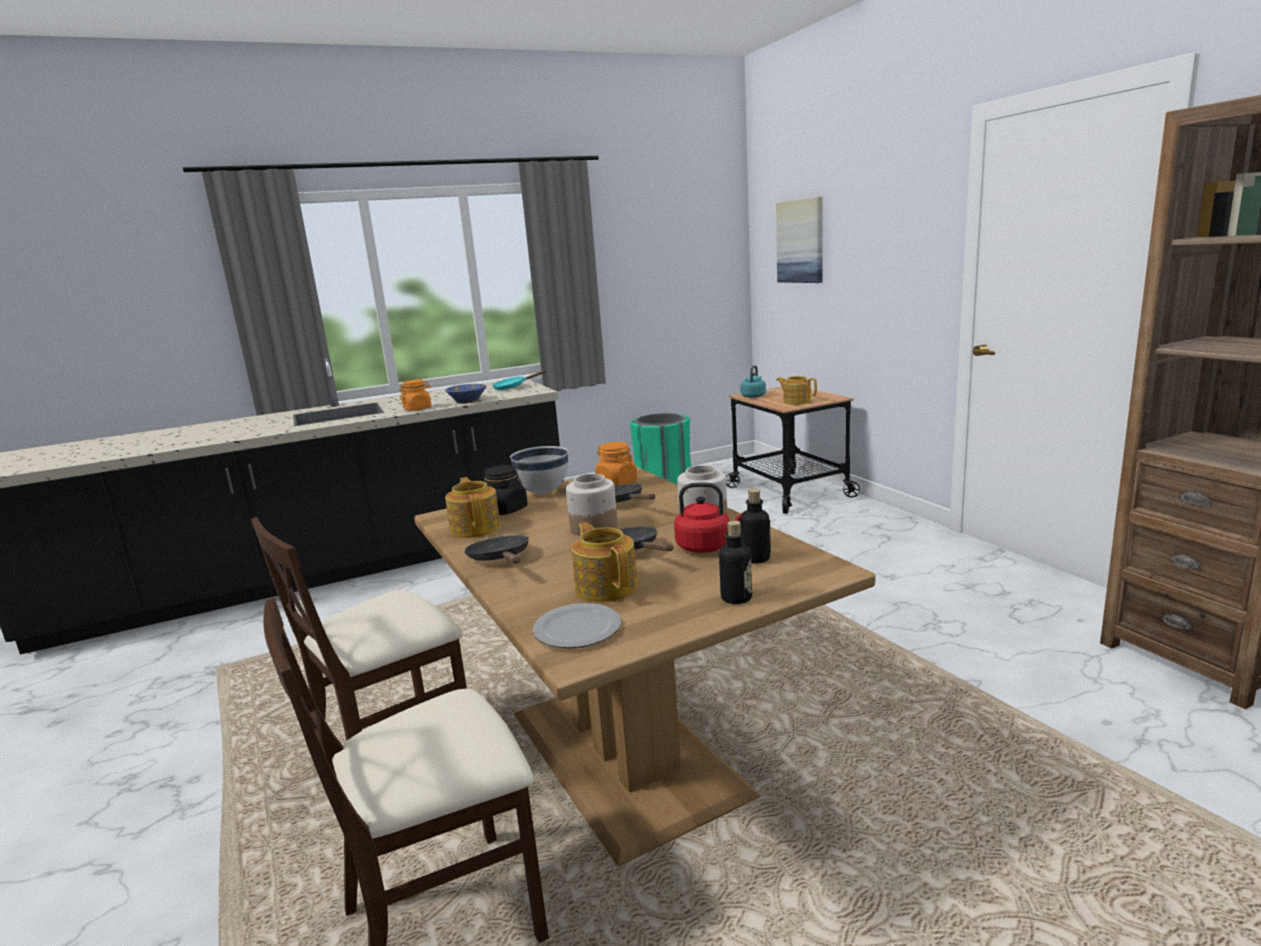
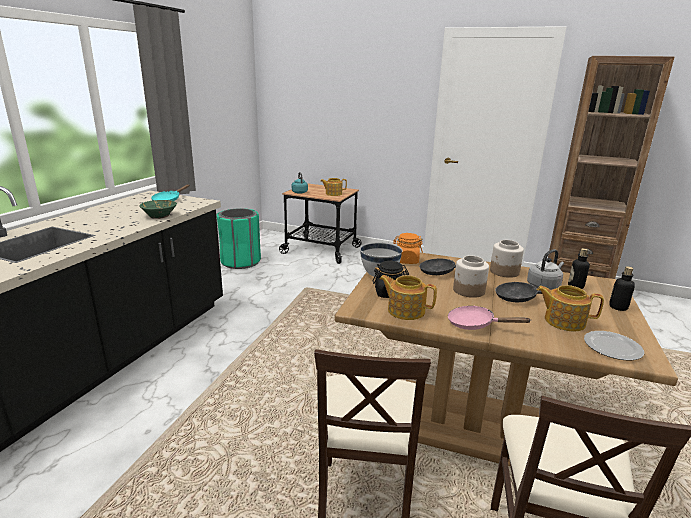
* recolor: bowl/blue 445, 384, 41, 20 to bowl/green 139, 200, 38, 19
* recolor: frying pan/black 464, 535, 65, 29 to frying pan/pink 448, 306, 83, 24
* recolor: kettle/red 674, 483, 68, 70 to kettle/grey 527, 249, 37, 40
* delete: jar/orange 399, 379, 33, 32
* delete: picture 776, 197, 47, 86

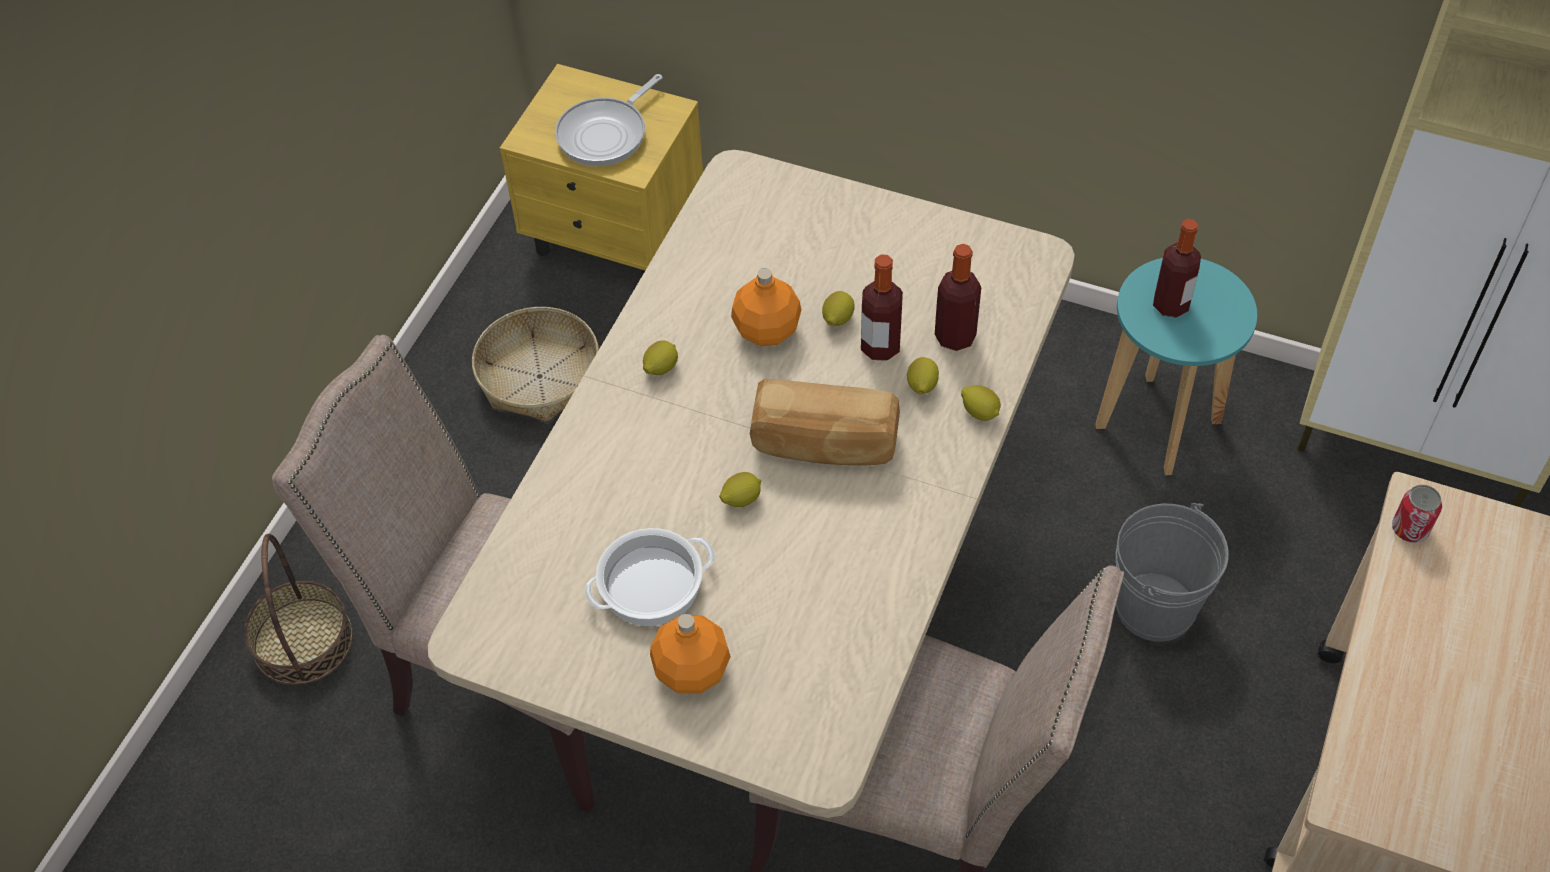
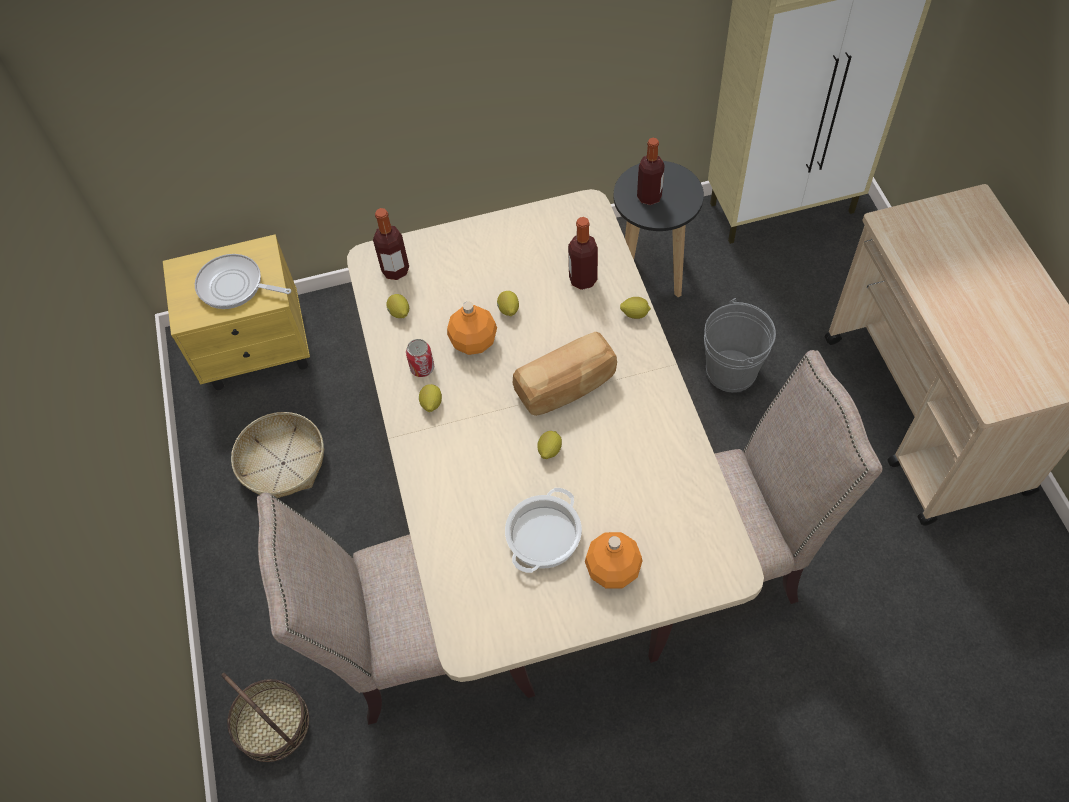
* rotate: frying pan 555, 74, 108, 92 = 195, 254, 96, 55 105 degrees clockwise
* move: bottle 861, 255, 42, 106 to 373, 208, 36, 72
* move: lemon 907, 357, 32, 38 to 387, 294, 22, 24
* move: can 1392, 485, 50, 58 to 406, 339, 28, 38
* recolor: stool/turquoise 1095, 258, 162, 217 to stool/black 614, 161, 90, 137

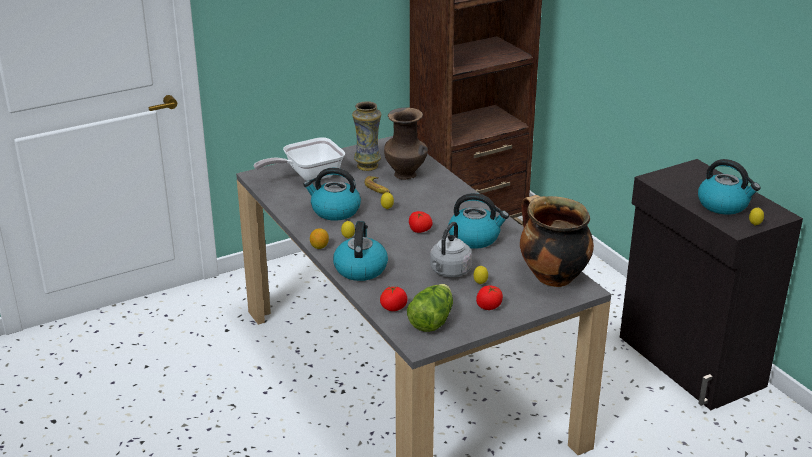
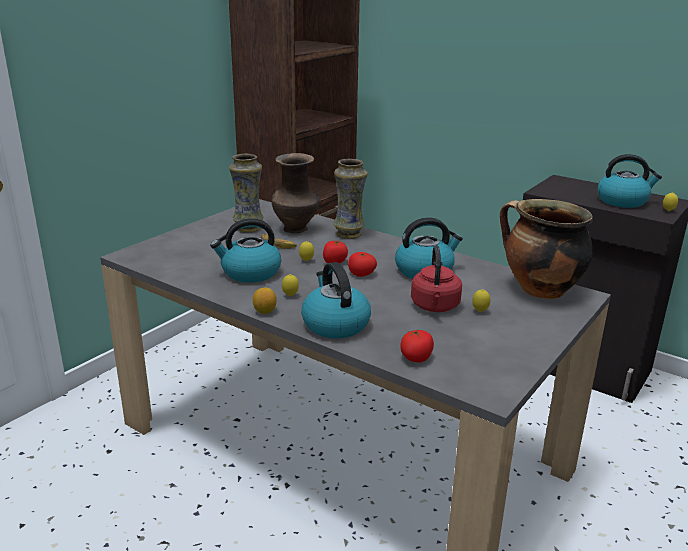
* move: tomato 476, 285, 27, 25 to 323, 241, 25, 23
* insert: vase 334, 159, 34, 80
* recolor: kettle/grey 430, 222, 42, 55 to kettle/red 411, 245, 51, 67
* delete: frying pan 254, 137, 91, 44
* delete: lettuce 407, 284, 46, 48

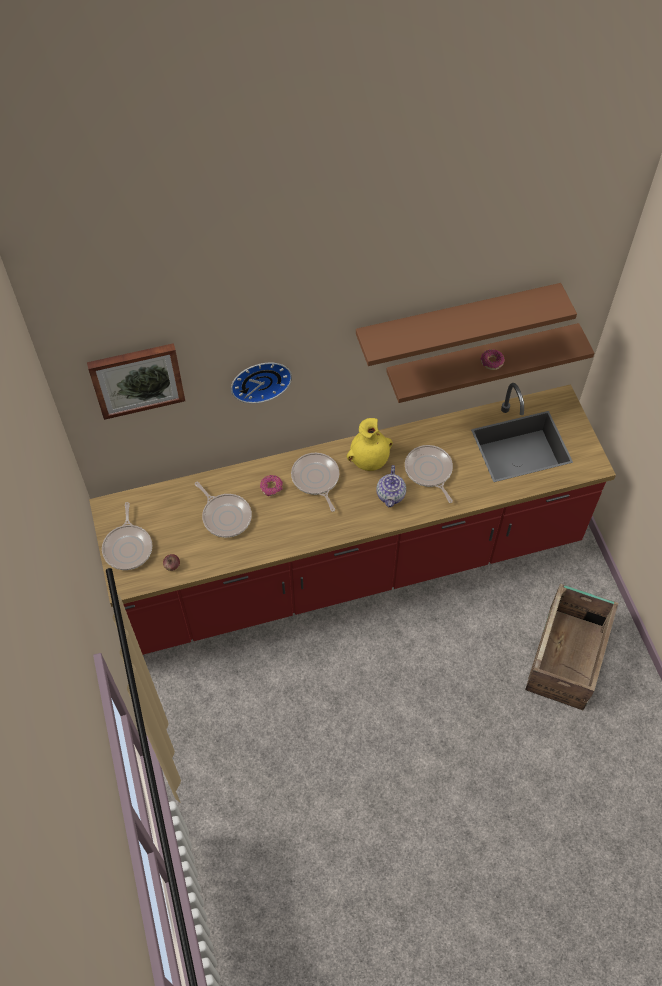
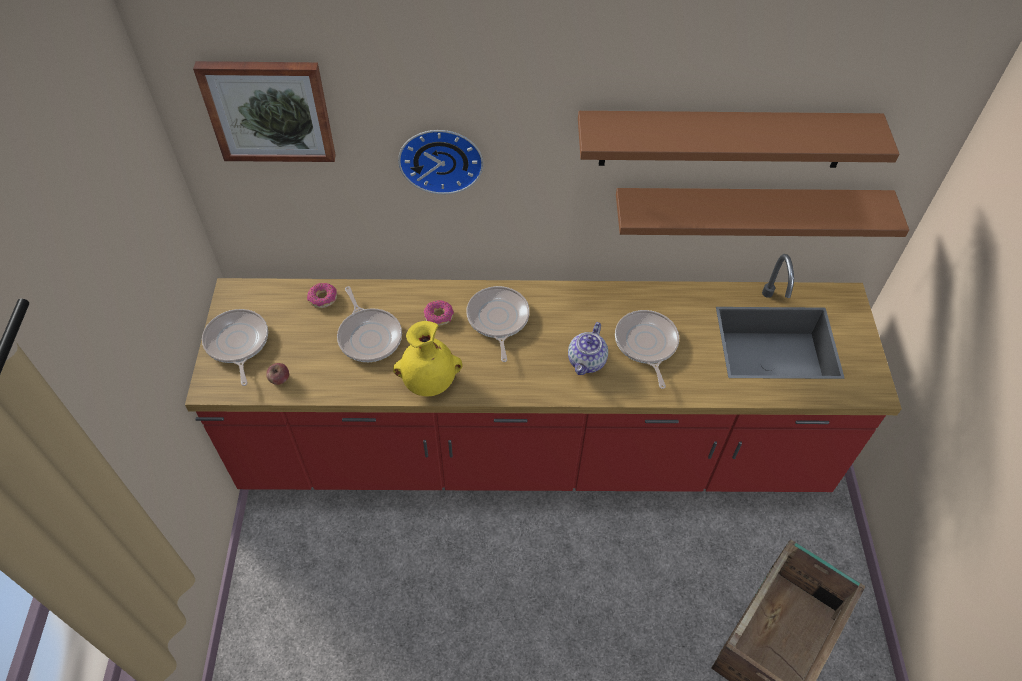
* rotate: frying pan 102, 502, 51, 68 = 202, 309, 66, 77 150 degrees clockwise
* move: donut 480, 349, 25, 21 to 307, 283, 30, 25
* move: vase/yellow 346, 418, 47, 53 to 393, 321, 70, 75

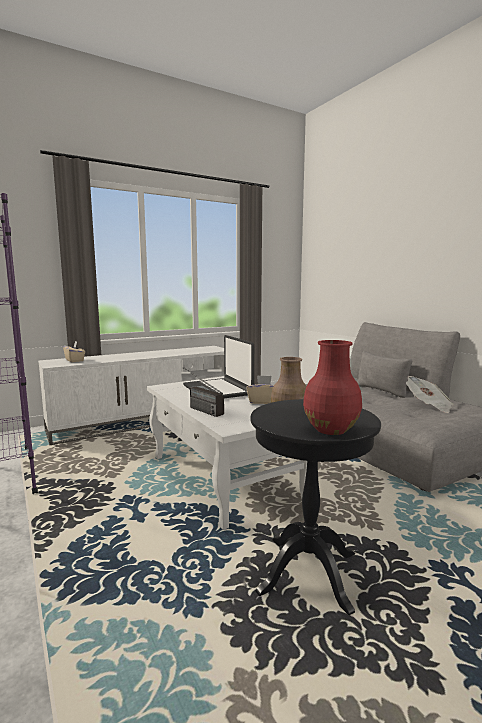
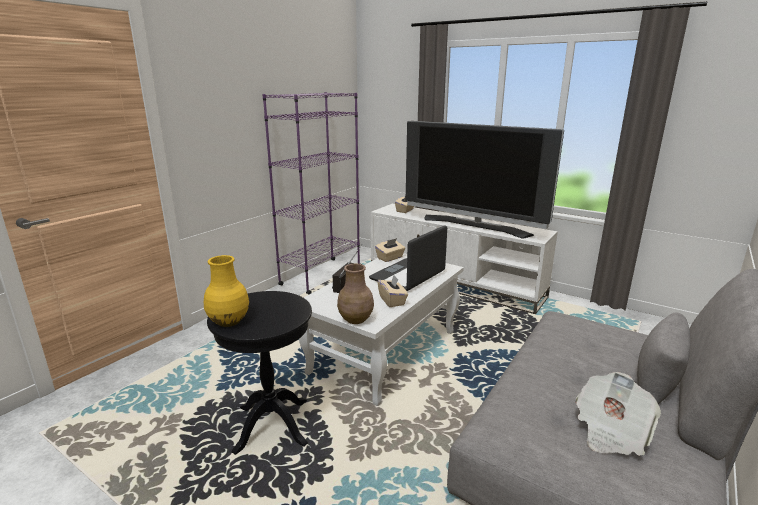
* recolor: vase/red 303, 340, 59, 95 to vase/yellow 204, 255, 45, 72
* insert: tissue box/beige 375, 238, 30, 24
* insert: television 406, 121, 158, 118

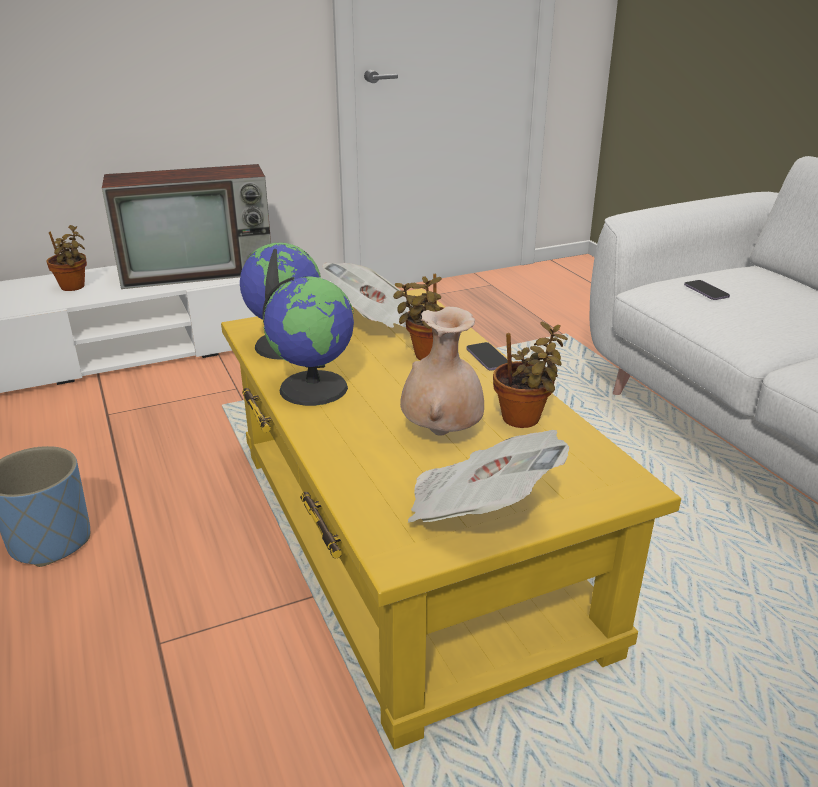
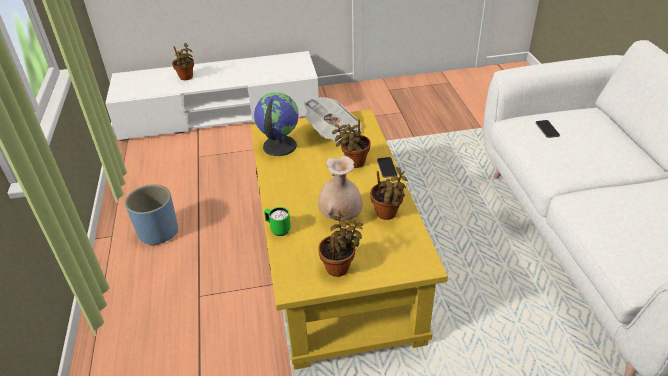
* insert: mug/green 264, 207, 27, 29
* replace: newspaper 408, 430, 161, 93 to potted plant 318, 210, 45, 67
* delete: television 102, 164, 169, 125
* delete: globe 262, 276, 92, 130

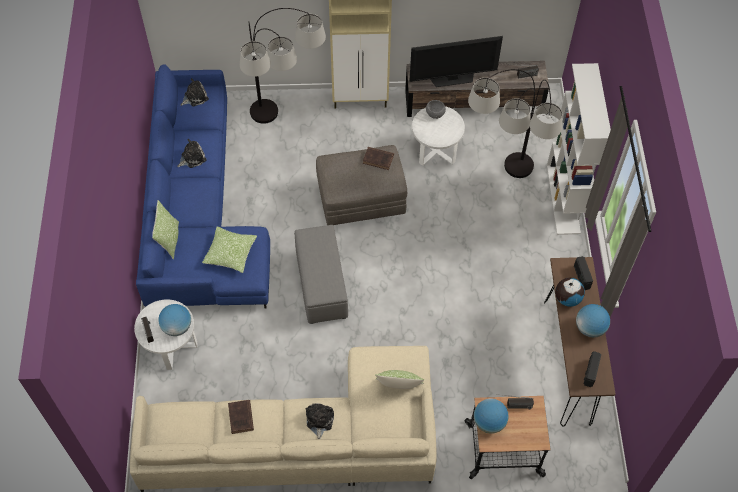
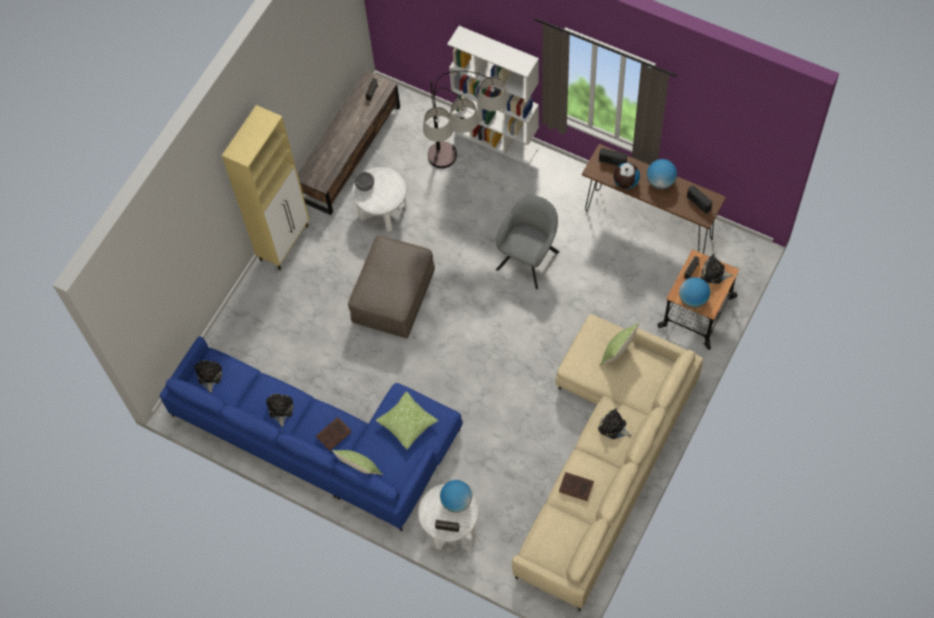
* move: book/brown 363, 147, 31, 23 to 316, 417, 35, 34
* insert: armchair/grey 496, 195, 63, 94
* insert: plush toy 701, 254, 32, 30
* delete: floor lamp 240, 8, 86, 116
* delete: ottoman/grey 294, 225, 54, 99
* delete: television 410, 36, 93, 51

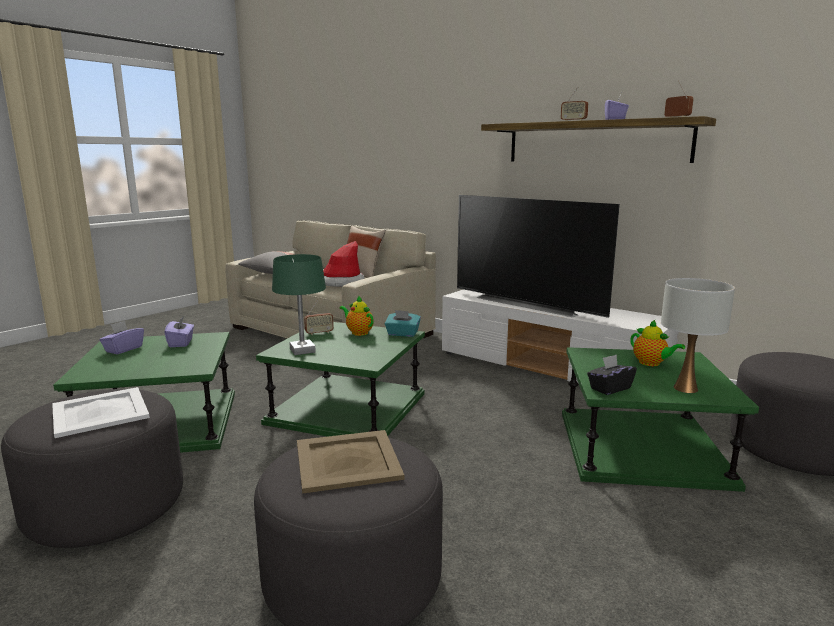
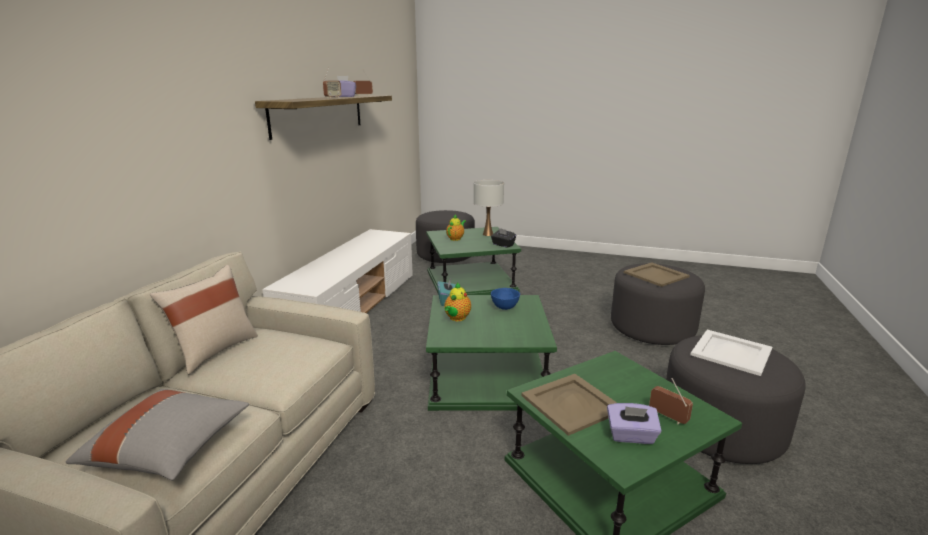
* insert: bowl/blue 491, 288, 29, 22
* replace: tissue box/purple 164, 315, 30, 32 to tray/beige 521, 374, 96, 62
* move: radio 304, 300, 30, 35 to 649, 378, 44, 46
* delete: table lamp/green 272, 254, 54, 101
* delete: hat 323, 241, 41, 46
* delete: television 457, 195, 163, 123

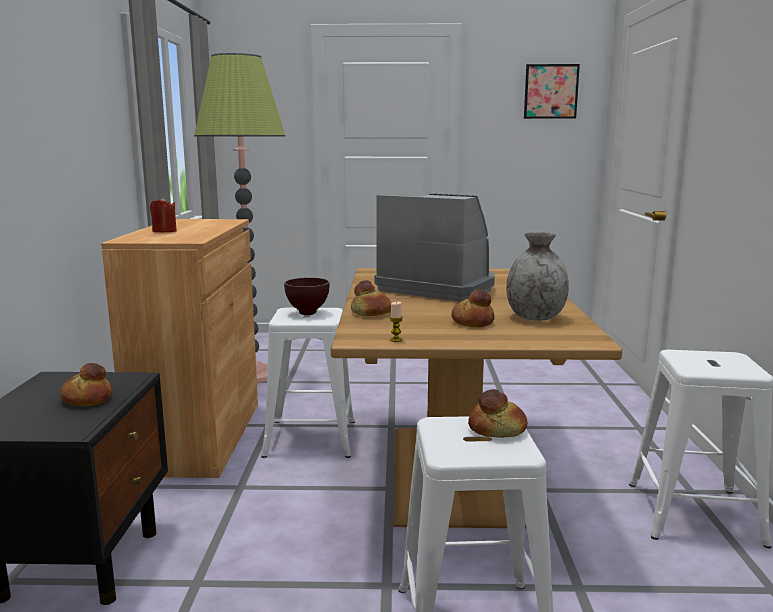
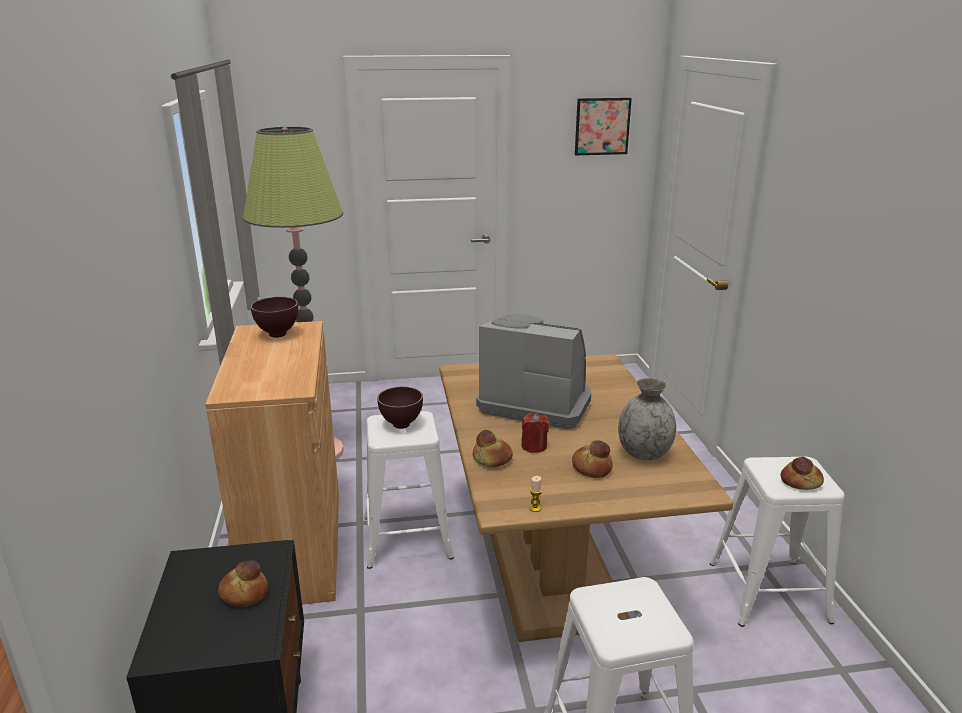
* insert: bowl/brown 251, 297, 47, 41
* move: candle/red 150, 197, 27, 35 to 521, 413, 28, 40
* move: bread 468, 389, 59, 49 to 780, 457, 44, 33

